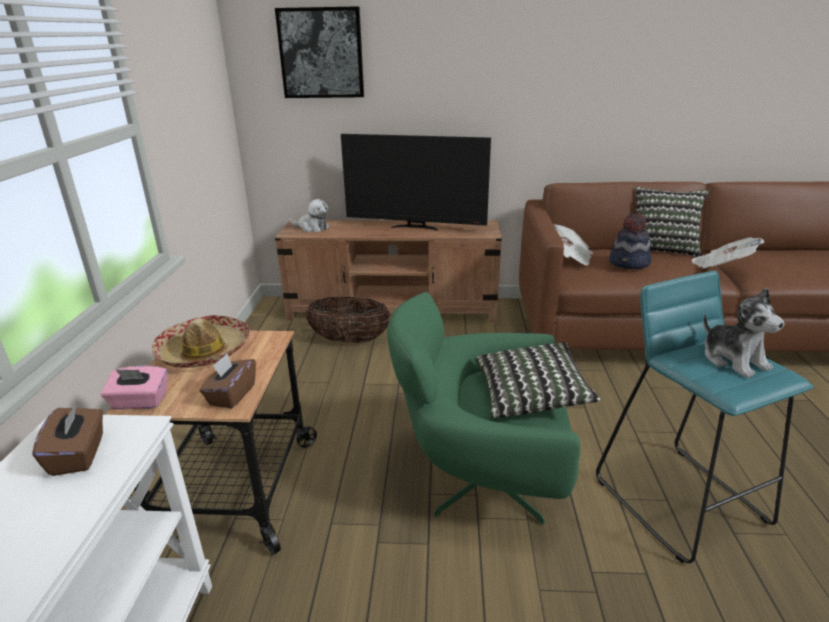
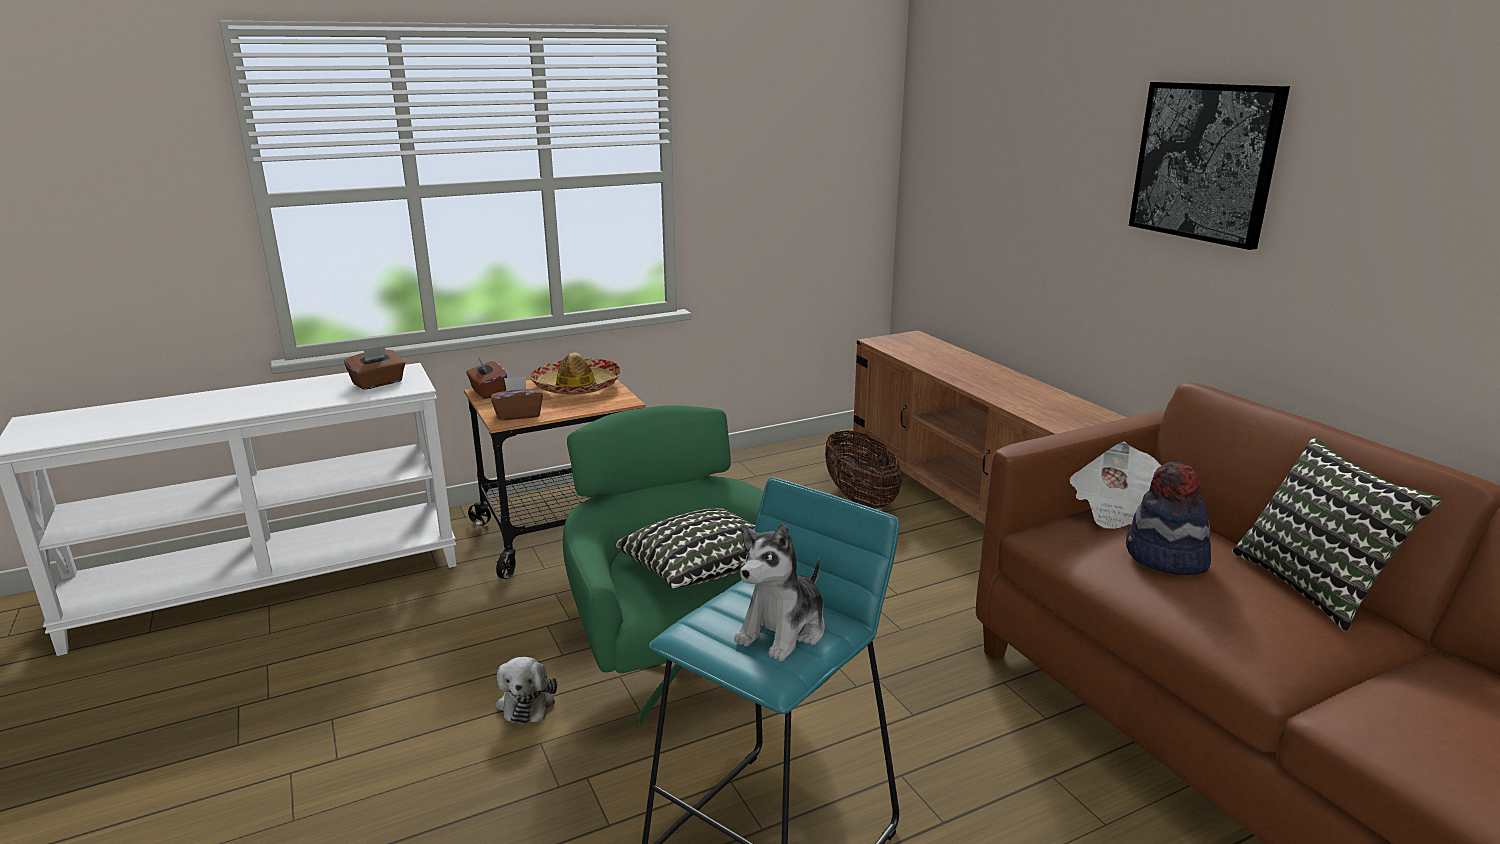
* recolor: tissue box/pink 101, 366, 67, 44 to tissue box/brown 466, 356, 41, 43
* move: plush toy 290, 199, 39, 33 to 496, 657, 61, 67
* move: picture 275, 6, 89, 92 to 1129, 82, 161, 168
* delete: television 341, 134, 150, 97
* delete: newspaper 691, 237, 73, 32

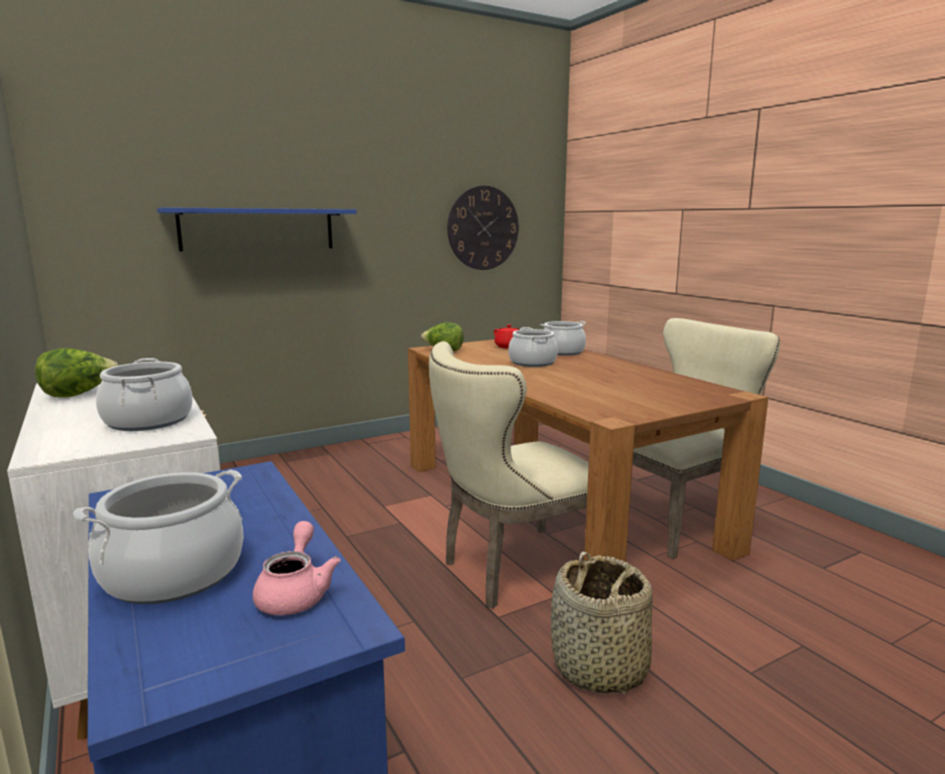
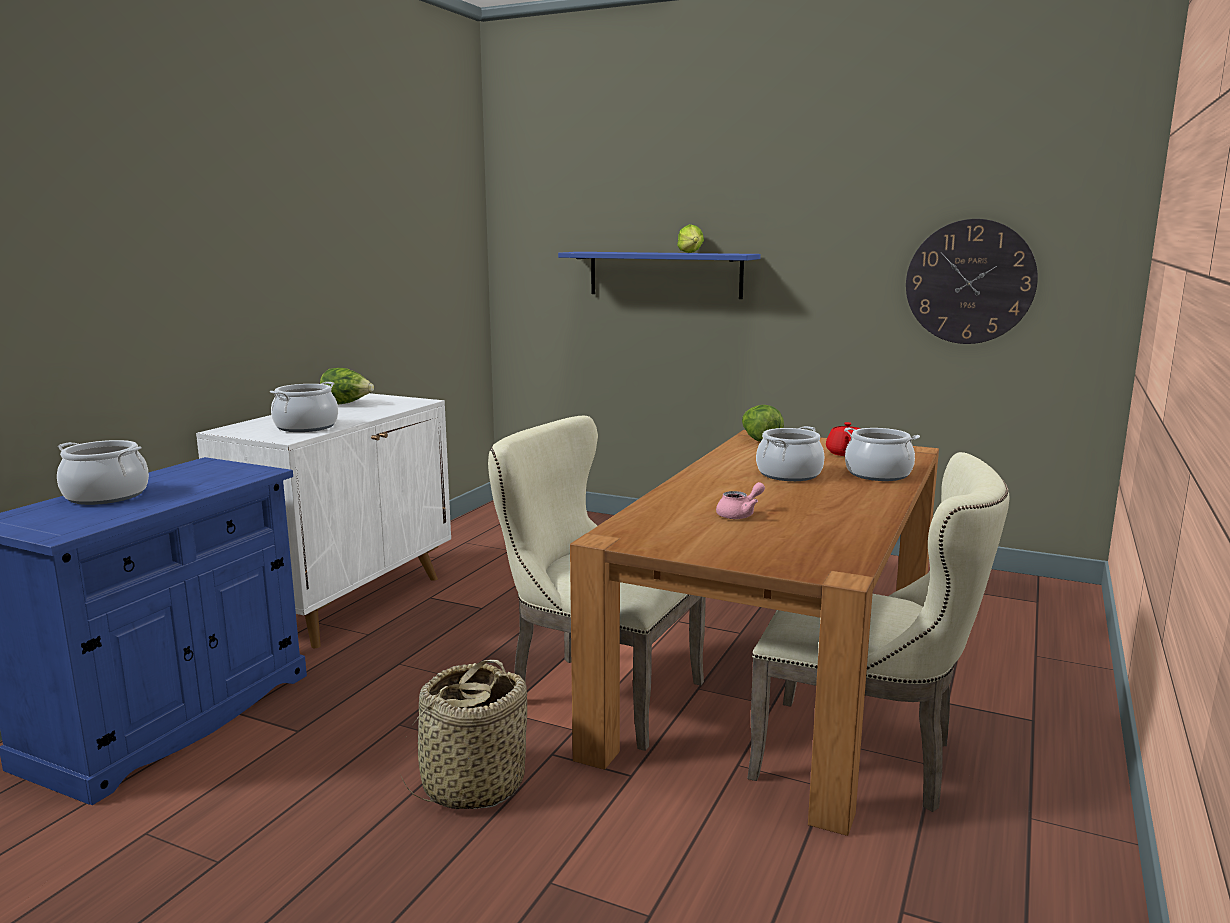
* insert: lettuce 677, 224, 27, 29
* move: teapot/pink 253, 521, 87, 94 to 716, 482, 49, 37

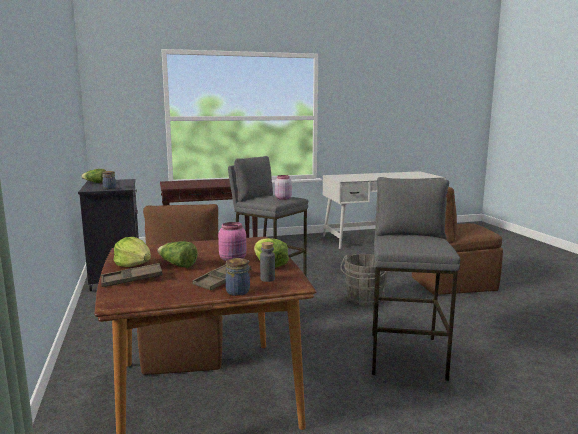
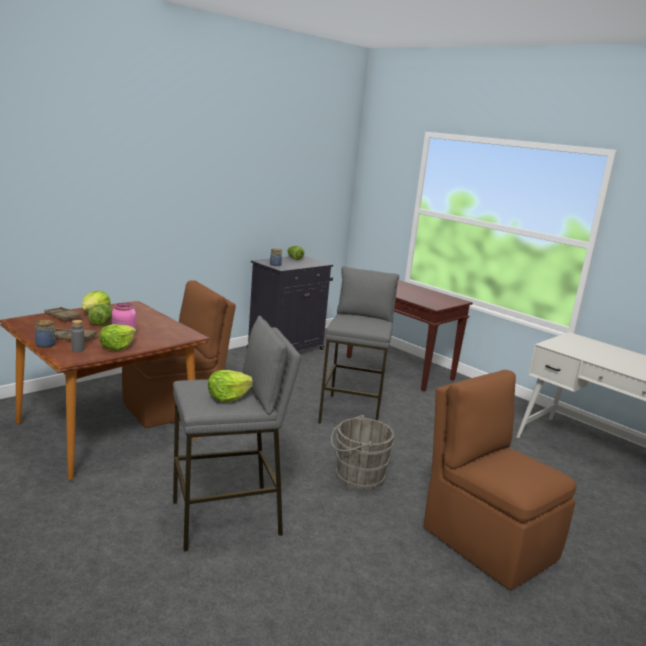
* insert: lettuce 208, 370, 45, 33
* delete: jar/pink 275, 175, 17, 25

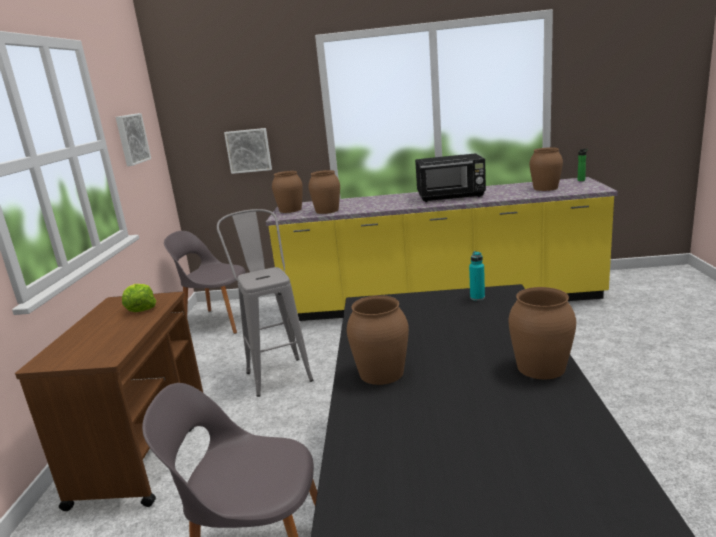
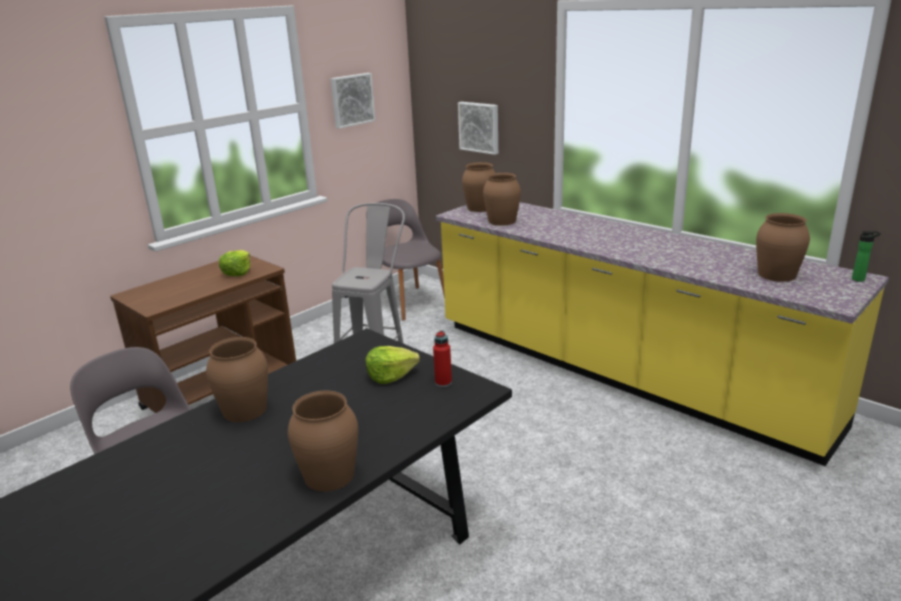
* insert: lettuce 365, 346, 55, 38
* recolor: bottle/turquoise 469, 251, 16, 50 to bottle/red 433, 331, 19, 56
* delete: microwave/black 415, 153, 71, 49

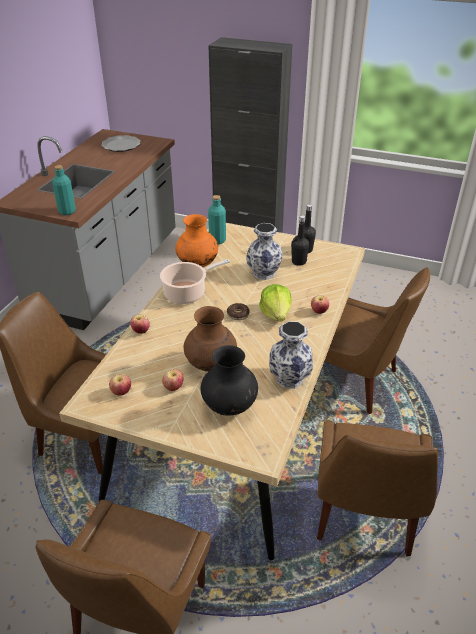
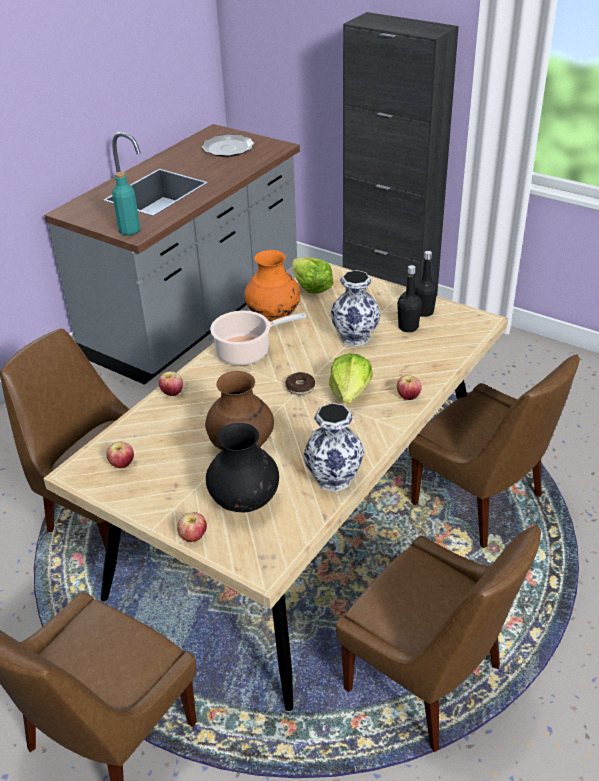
* move: apple 162, 369, 22, 22 to 177, 512, 30, 30
* replace: bottle/turquoise 208, 195, 18, 49 to lettuce 292, 257, 41, 36
* rotate: chair/brown 317, 420, 121, 136 = 336, 525, 205, 227 75 degrees counterclockwise

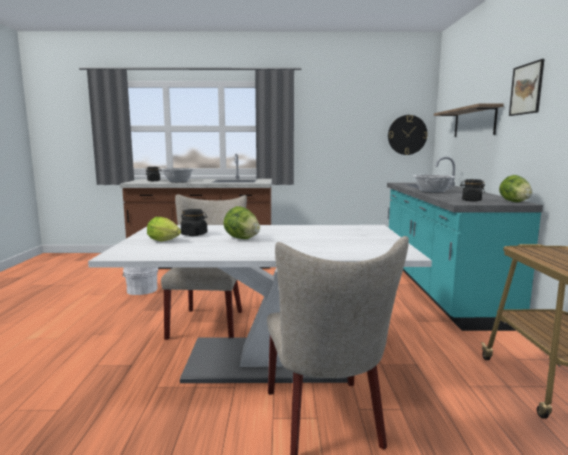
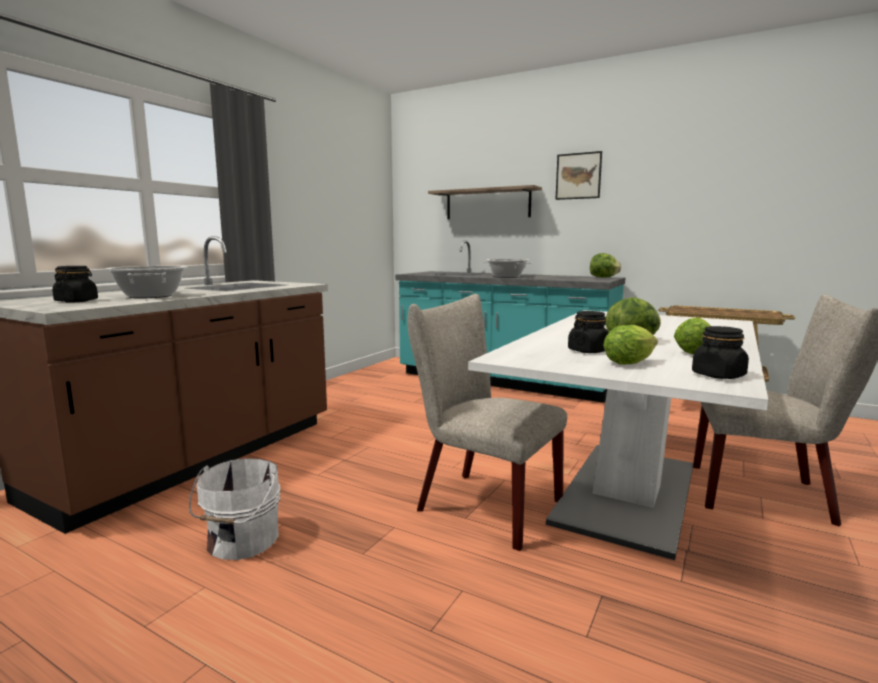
* insert: lettuce 674, 317, 37, 37
* move: jar/black 460, 179, 25, 23 to 692, 326, 57, 53
* delete: wall clock 388, 115, 40, 40

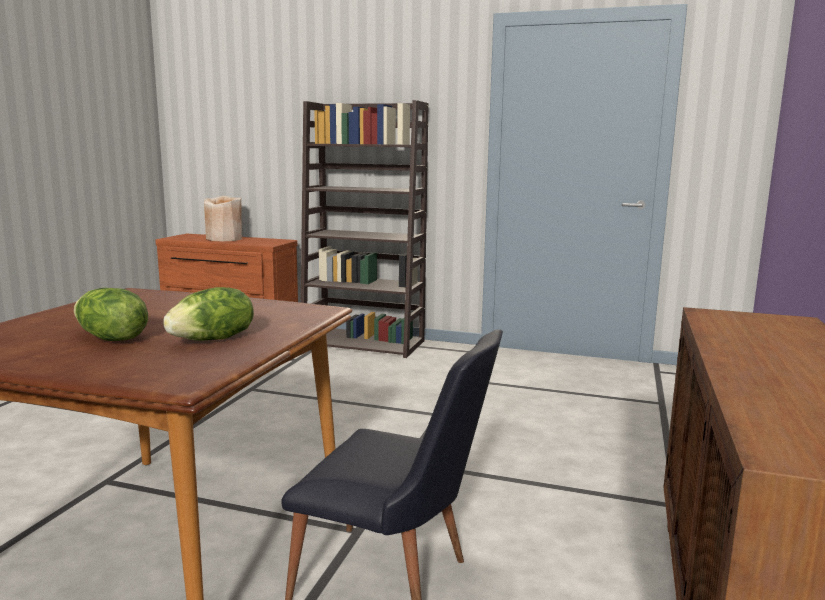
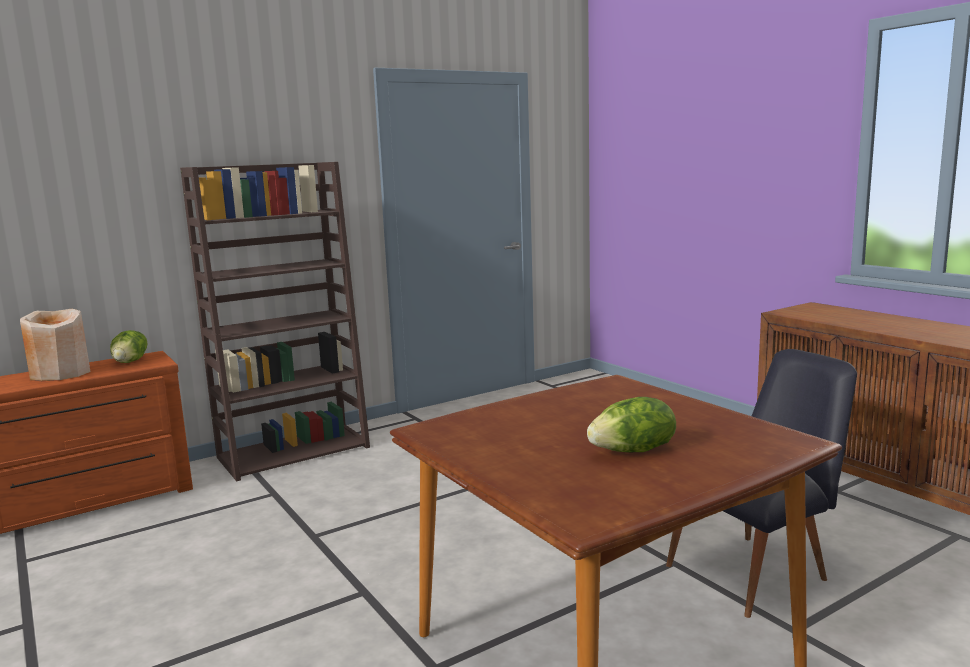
* move: lettuce 163, 287, 91, 54 to 110, 330, 38, 33

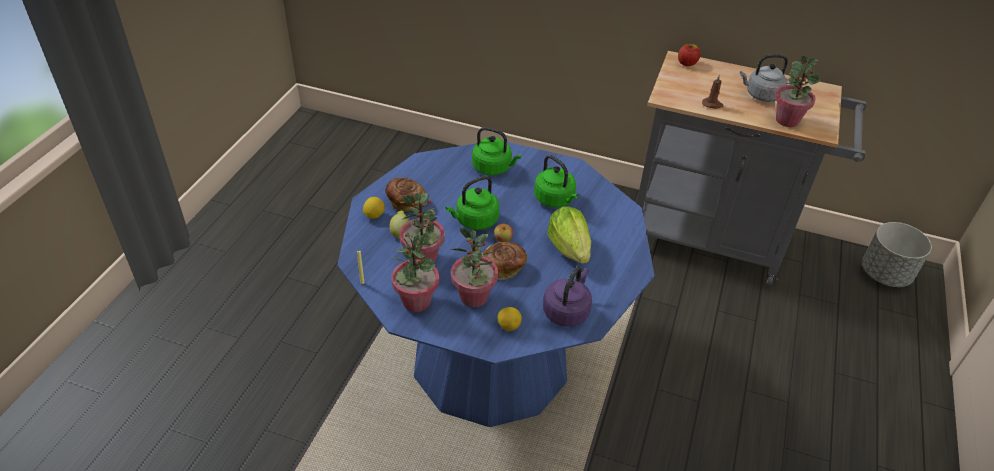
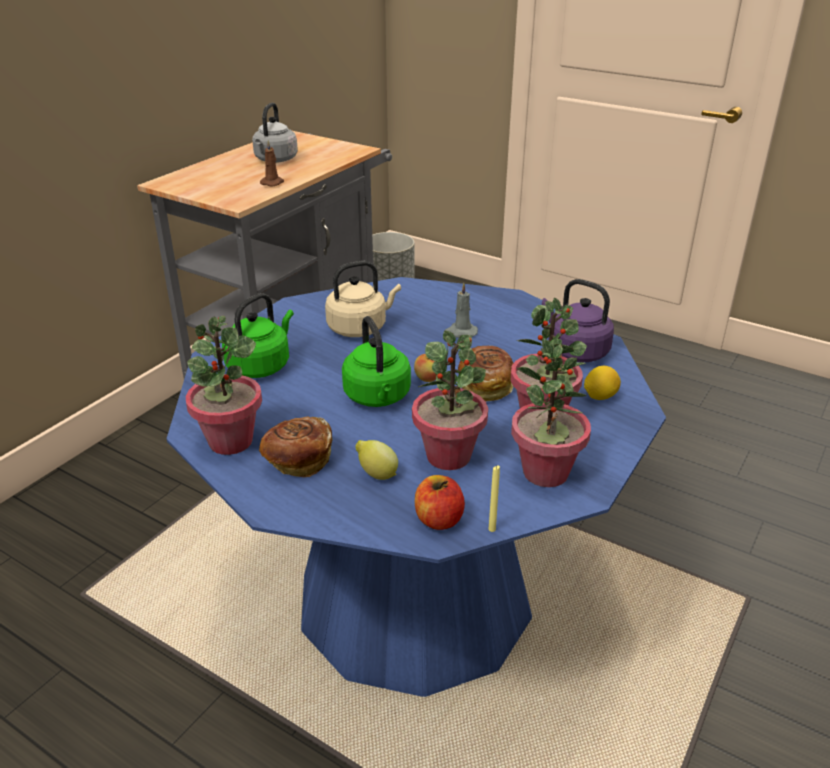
* move: potted plant 775, 56, 45, 71 to 186, 316, 76, 139
* recolor: kettle/green 534, 155, 44, 52 to kettle/beige 325, 261, 76, 76
* move: apple 678, 44, 23, 22 to 415, 475, 50, 55
* replace: lettuce 547, 206, 44, 58 to candle/grey 443, 282, 35, 56
* delete: lemon 363, 197, 22, 22

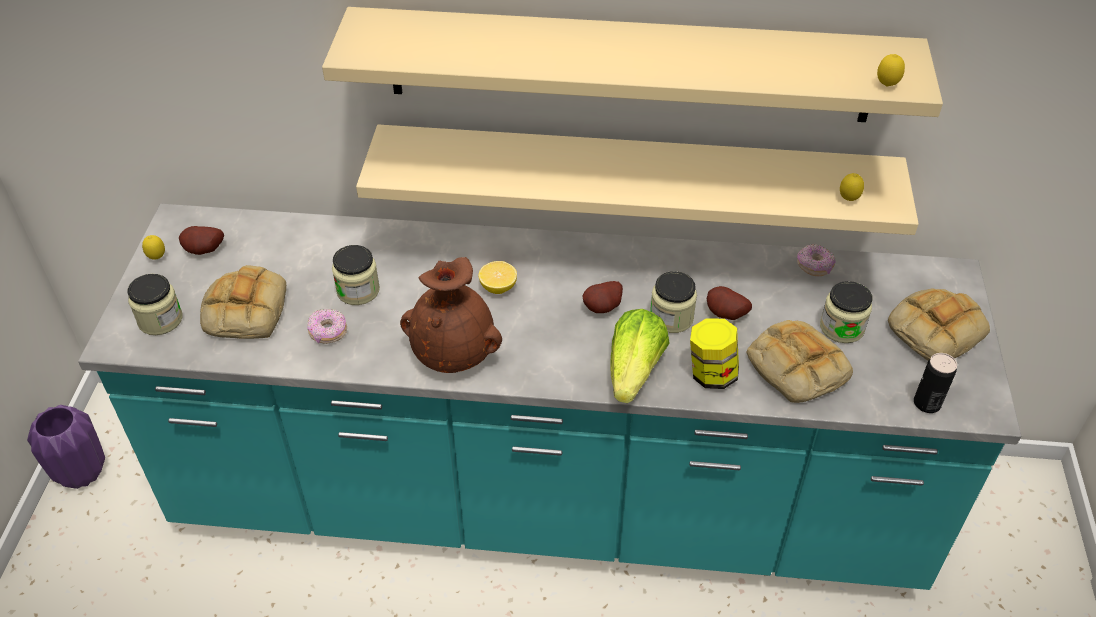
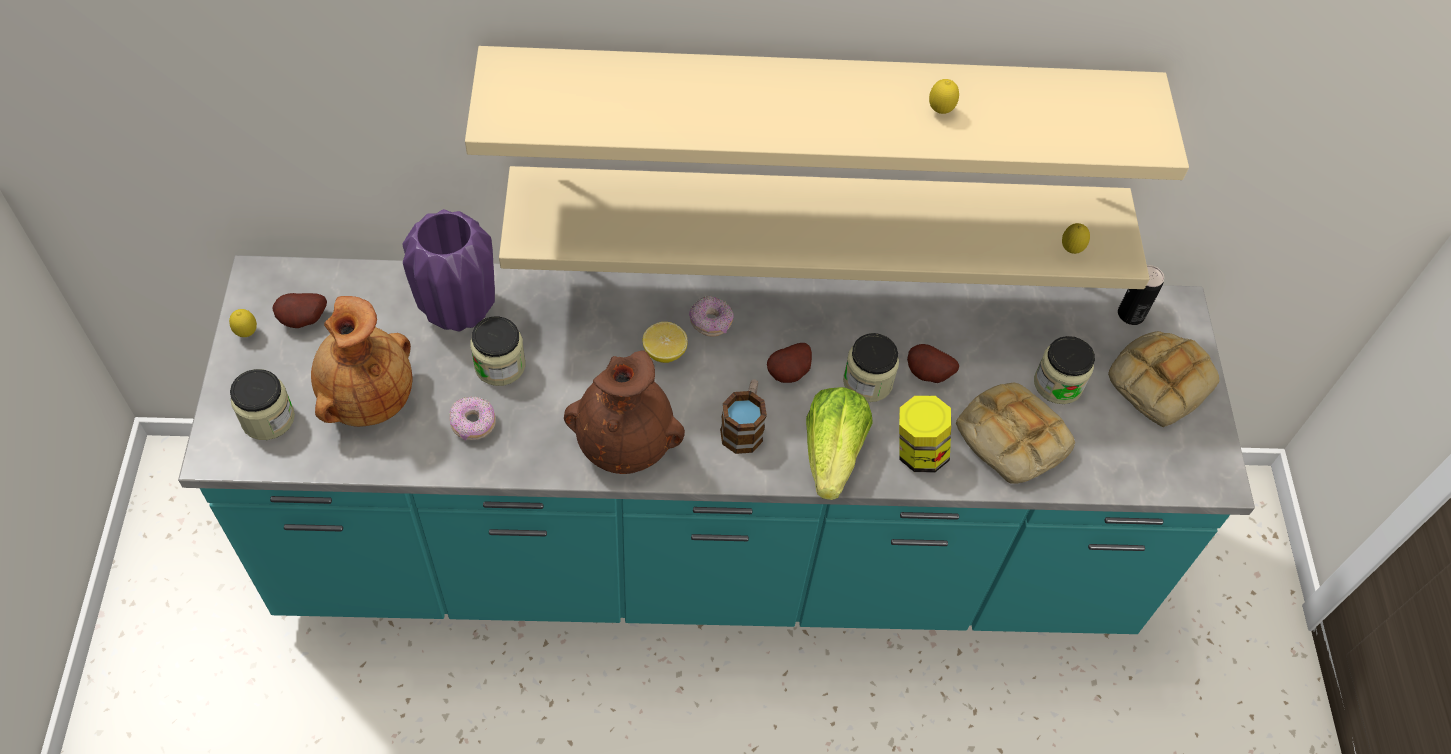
* replace: bread 200, 265, 86, 74 to vase/brown 311, 296, 101, 131
* move: vase/purple 27, 405, 78, 84 to 403, 209, 92, 123
* move: donut 797, 244, 39, 32 to 689, 296, 44, 41
* insert: mug 720, 379, 47, 75
* move: lemon 877, 54, 28, 33 to 929, 79, 30, 35
* move: can 914, 353, 43, 60 to 1118, 265, 46, 60

